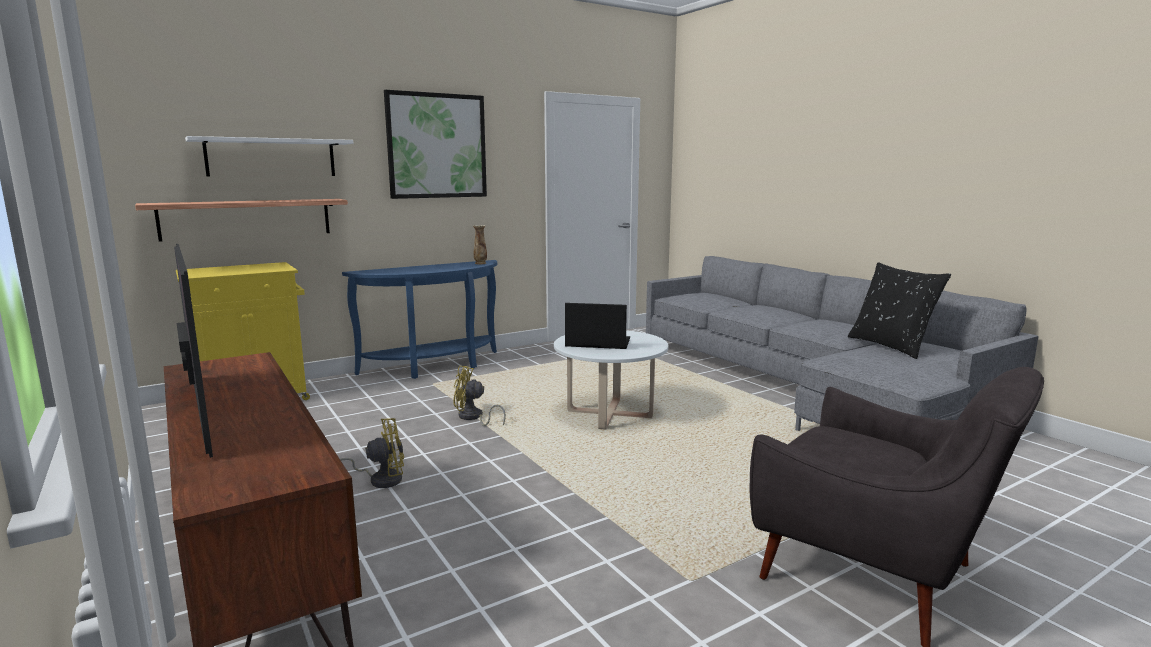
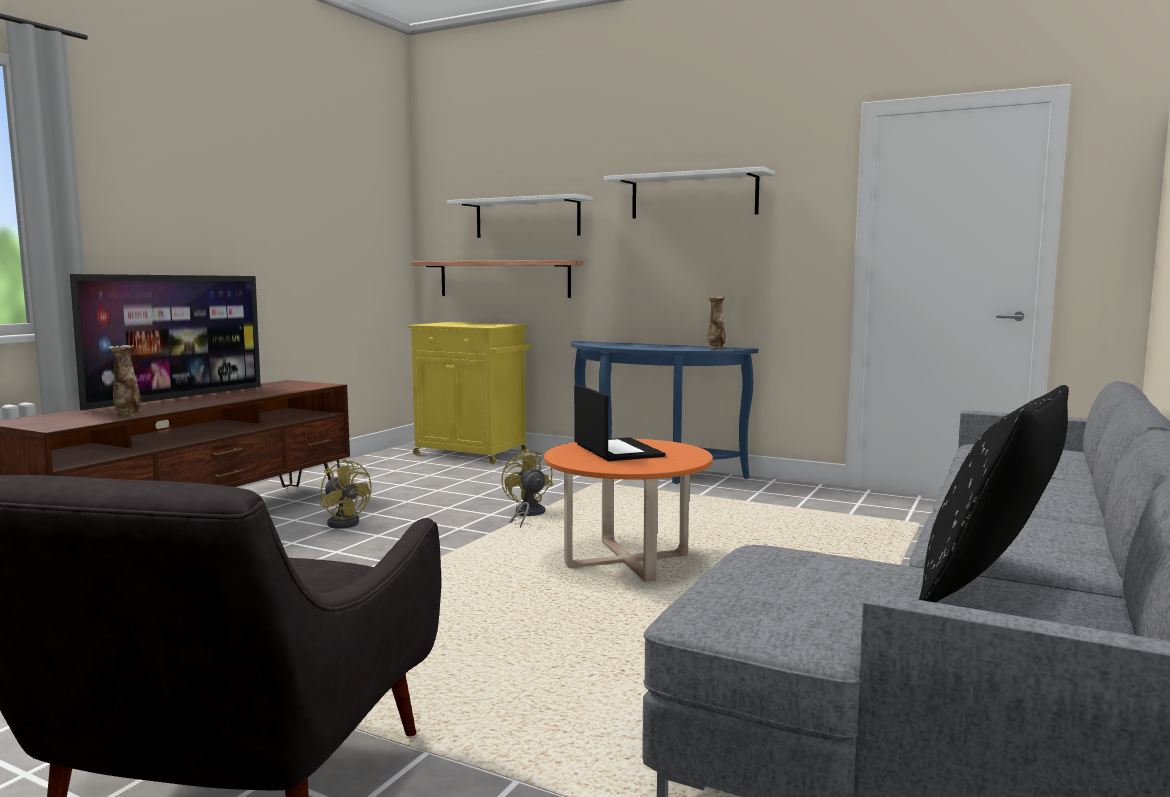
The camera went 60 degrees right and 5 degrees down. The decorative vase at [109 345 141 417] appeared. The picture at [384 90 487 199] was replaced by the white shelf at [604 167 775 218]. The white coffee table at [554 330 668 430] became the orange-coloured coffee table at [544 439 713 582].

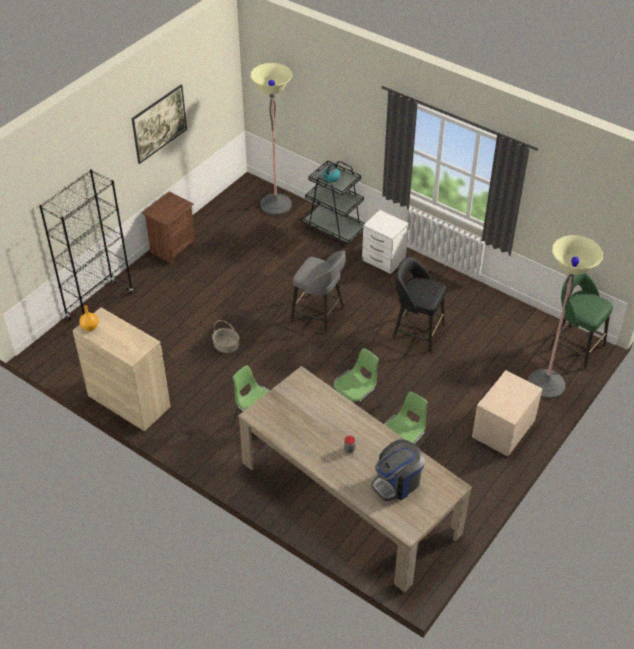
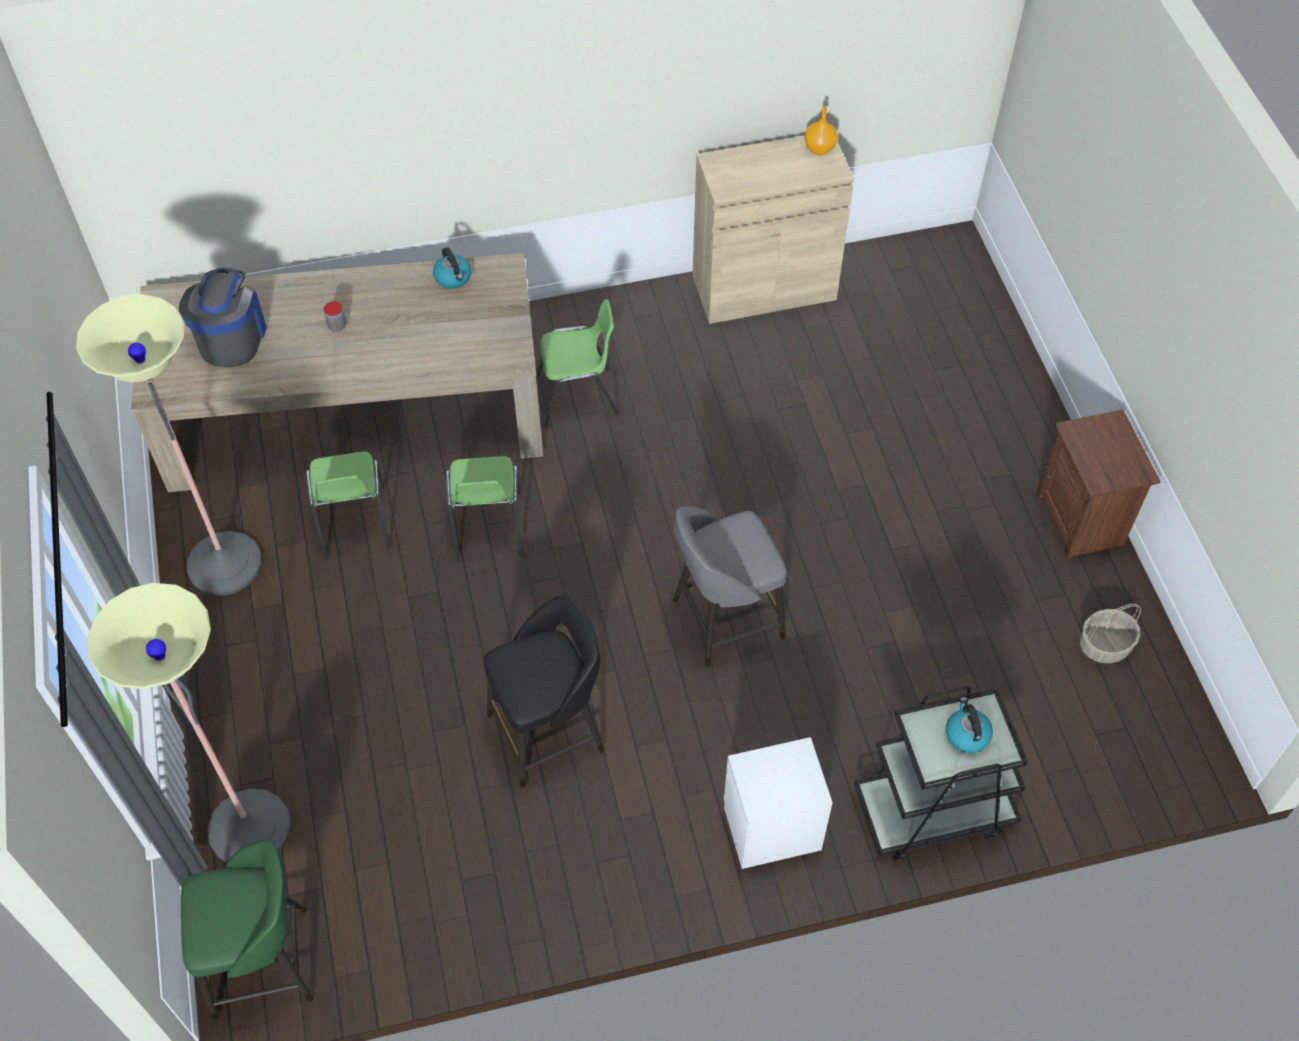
The camera went 130 degrees right and 10 degrees up. The black bookcase at [39 169 133 320] disappeared. The picture at [132 85 187 164] disappeared. The beige bedside table at [472 370 542 457] disappeared. The water kettle at [433 247 471 289] appeared. The household basket moved from [212 320 239 353] to [1080 603 1141 663]. The floor lamp moved from [250 63 292 215] to [76 294 262 596].

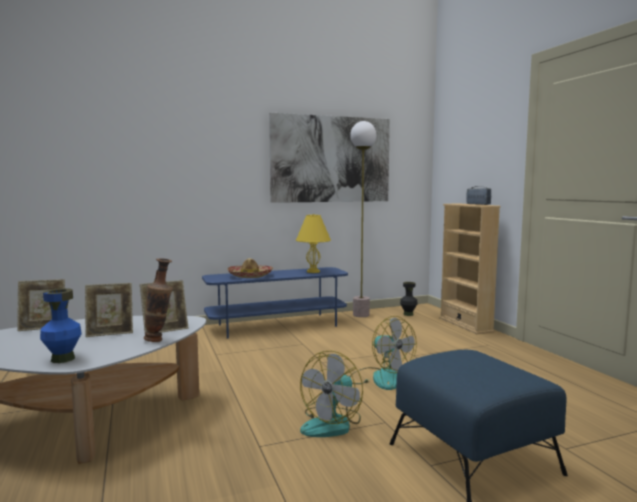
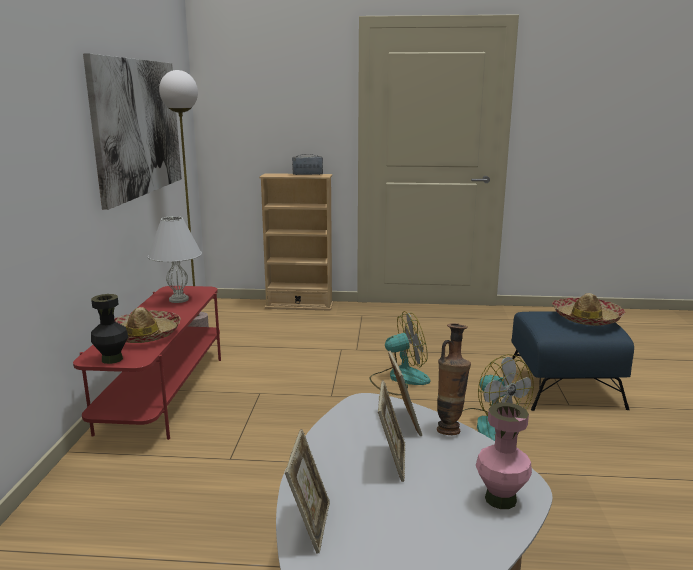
The camera went 65 degrees left and 10 degrees up. The hat at [552 293 625 326] appeared. The black decorative vase moved from [400 282 417 316] to [91 294 128 364]. The blue-coloured decorative vase at [40 288 81 363] became the pinkish decorative vase at [476 403 532 509]. The blue-coloured tv unit at [202 267 348 339] became the reddish tv unit at [73 286 221 440]. The yellow-coloured lamp for a table at [296 214 331 273] became the white lamp for a table at [148 216 202 303].

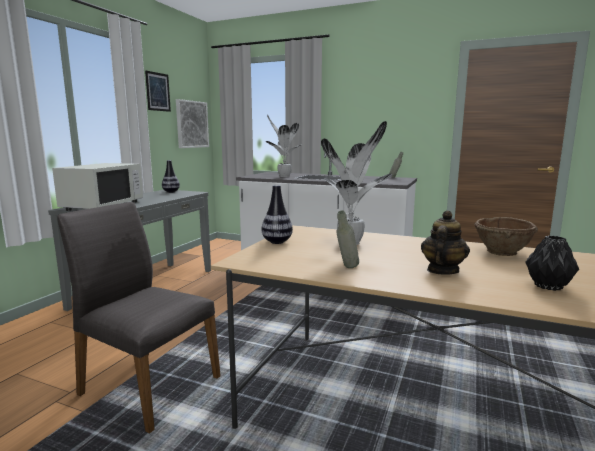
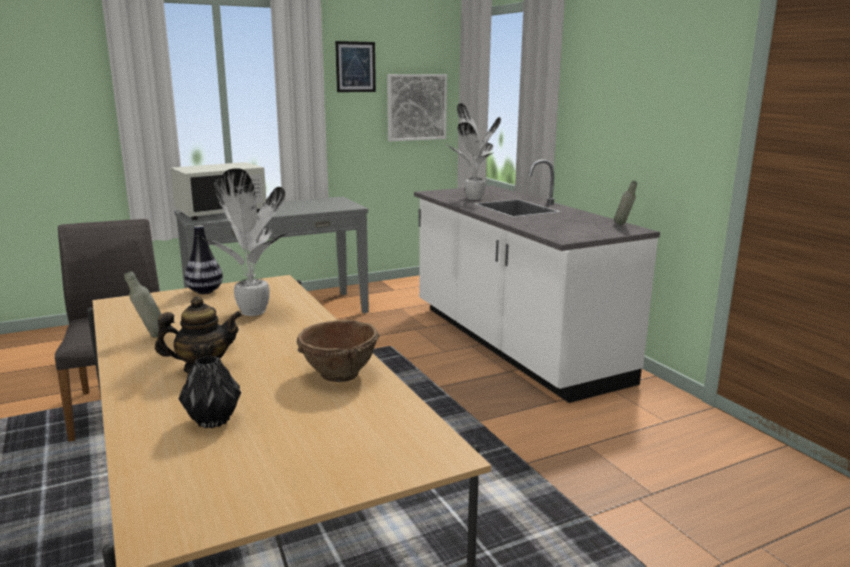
The camera went 40 degrees right and 5 degrees up. The decorative vase at [162 160 180 193] disappeared.

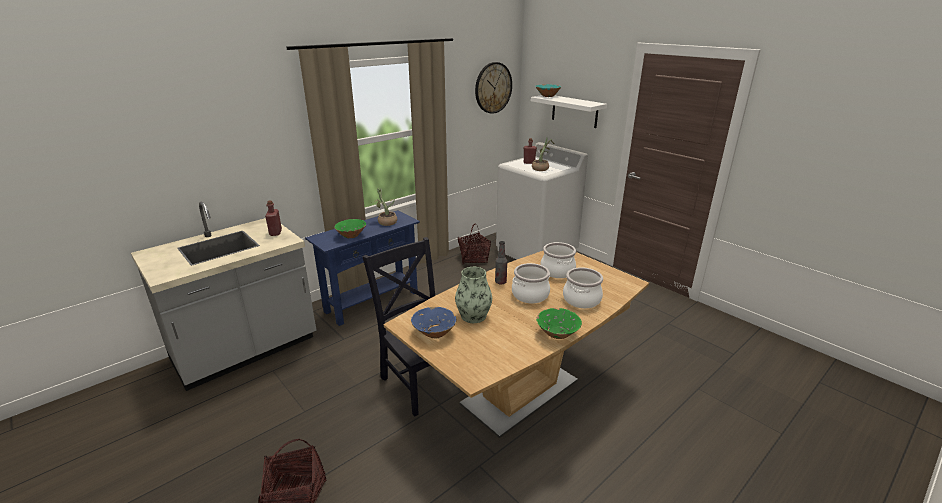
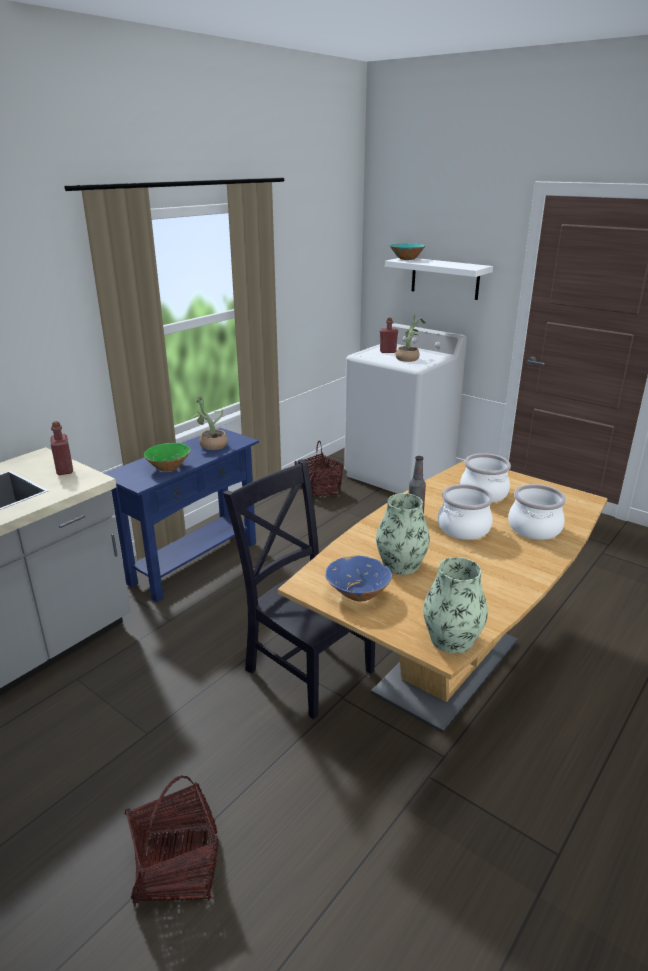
The camera went 10 degrees left and 0 degrees up. The clock on the wall at [475 62 512 114] disappeared. The green-coloured bowl at [536 308 582 339] disappeared. The decorative vase at [423 557 488 654] appeared.

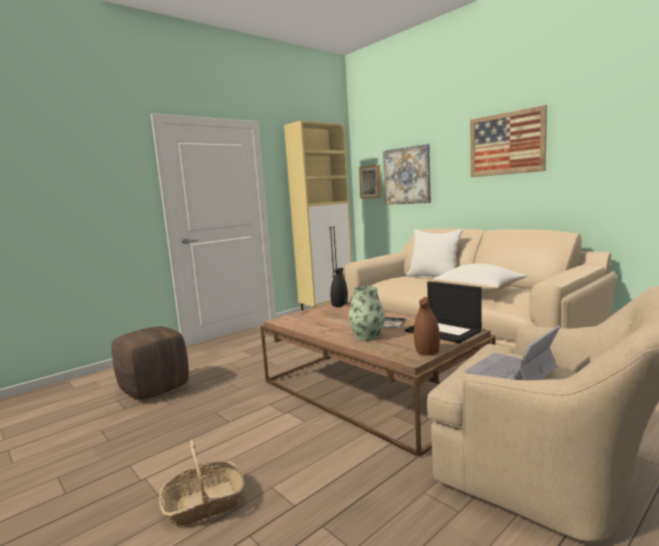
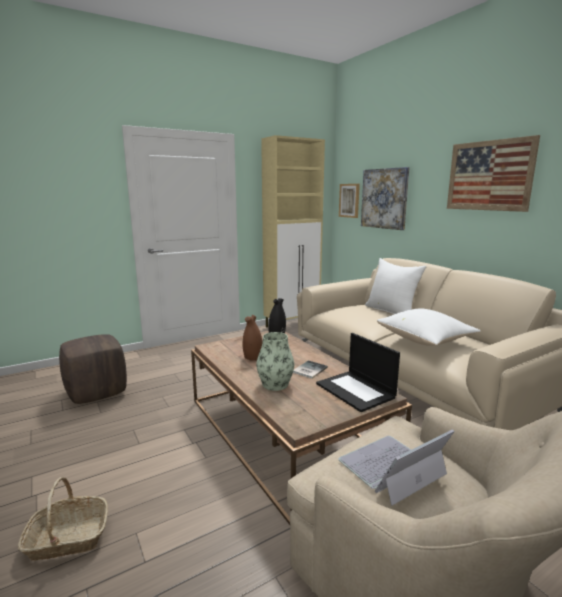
The camera went 10 degrees right and 5 degrees up. The brown-coloured decorative vase moved from [414 297 440 355] to [243 315 263 361].

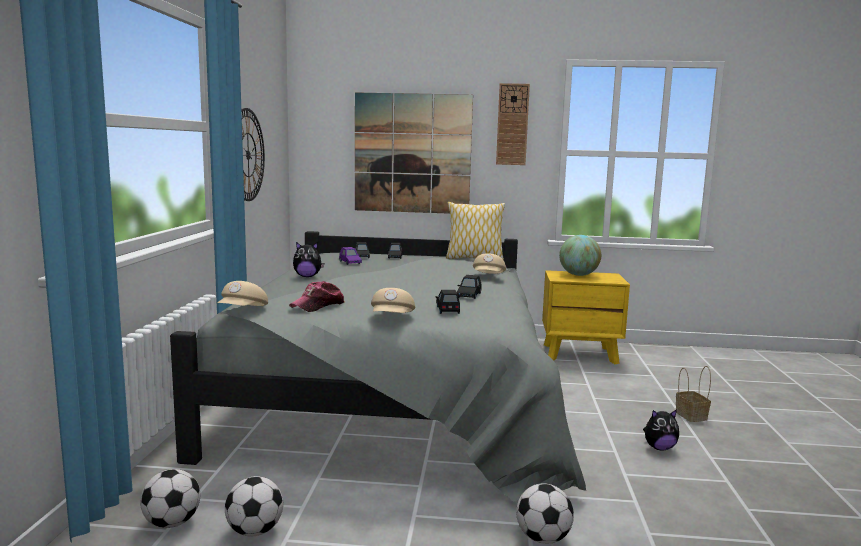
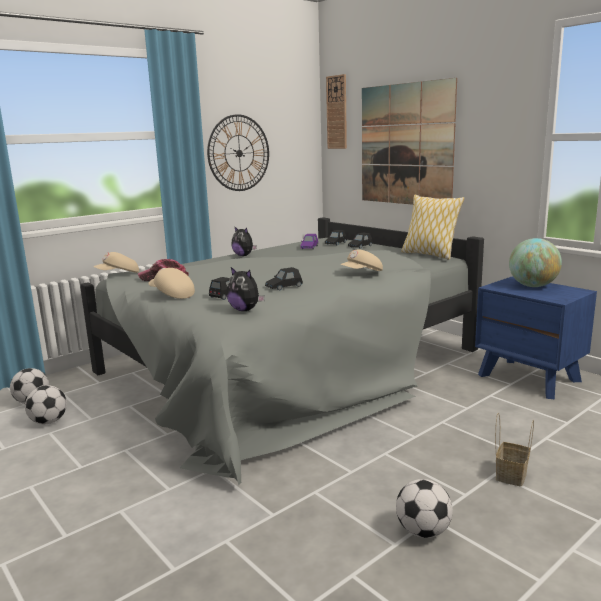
The camera went 45 degrees right and 5 degrees up. The clock on the wall moved from [496 83 530 165] to [326 74 347 149]. The football moved from [516 483 574 544] to [396 479 453 538]. The soft toy moved from [643 409 679 451] to [227 267 265 311]. The yellow-coloured bedside table at [542 270 630 364] became the blue-coloured bedside table at [475 276 597 399]. The beige baseball cap at [371 288 415 313] turned 75 degrees clockwise.

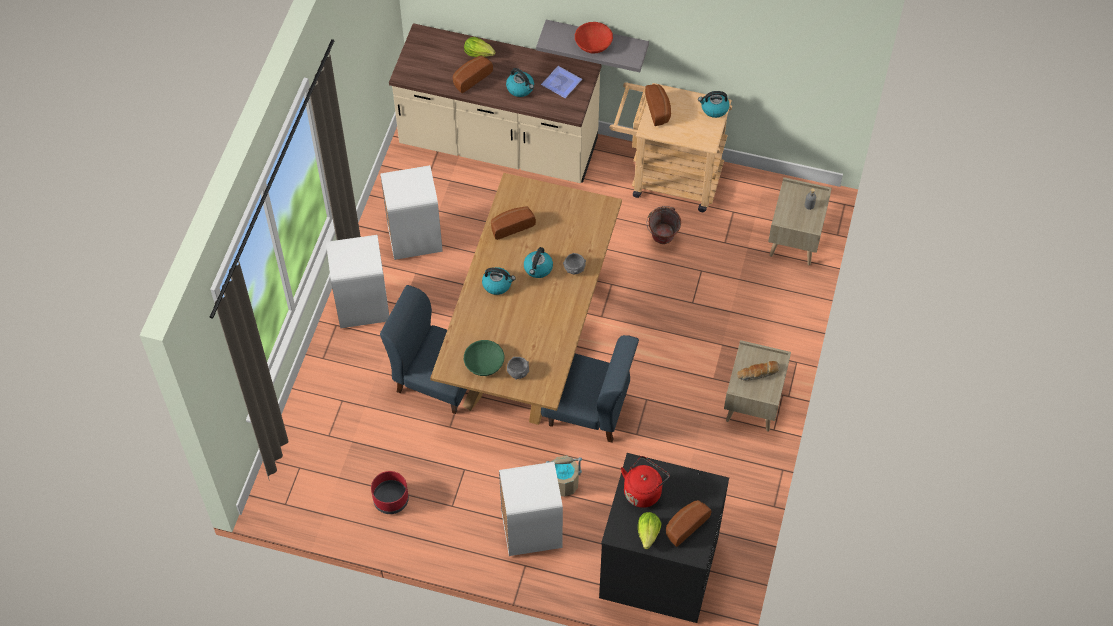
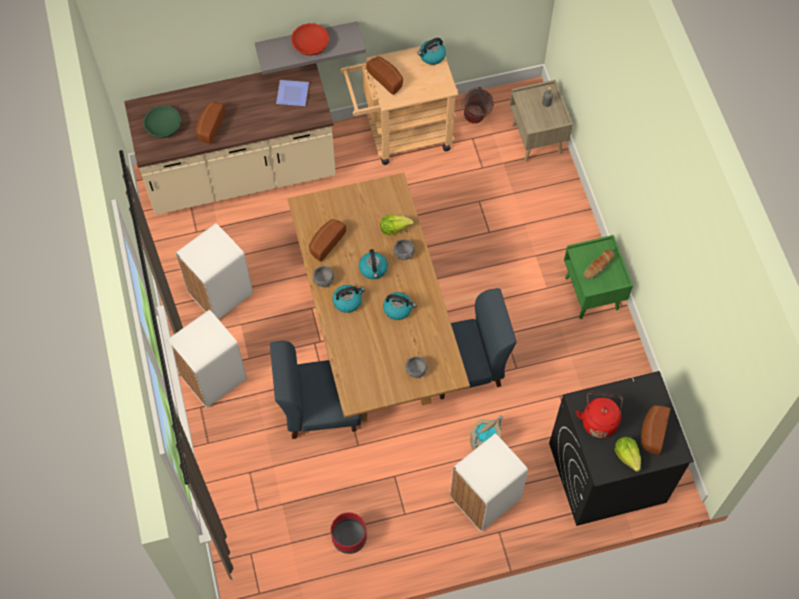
The camera went 30 degrees left and 5 degrees up. The greyish bowl at [313 266 334 288] appeared. The head of lettuce moved from [464 37 496 57] to [380 215 414 235]. The green-coloured bowl moved from [464 340 504 376] to [143 105 181 138]. The water kettle moved from [506 68 534 97] to [383 292 417 320]. The water bucket moved from [647 206 681 244] to [462 87 494 124]. The beige bedside table at [724 340 791 432] became the green-coloured bedside table at [564 235 633 319].

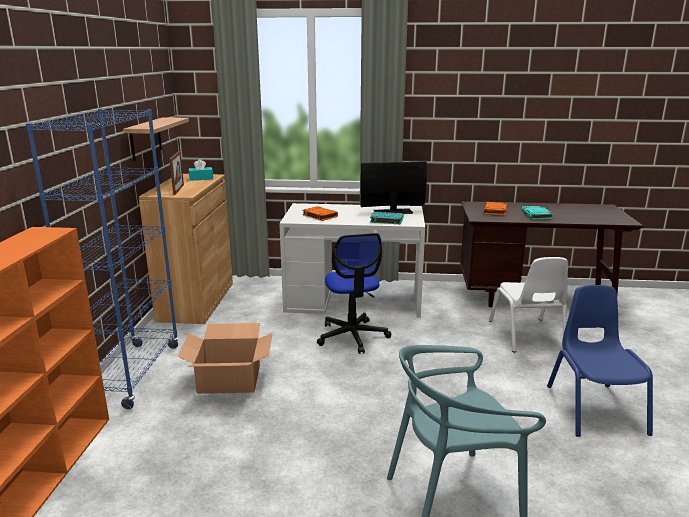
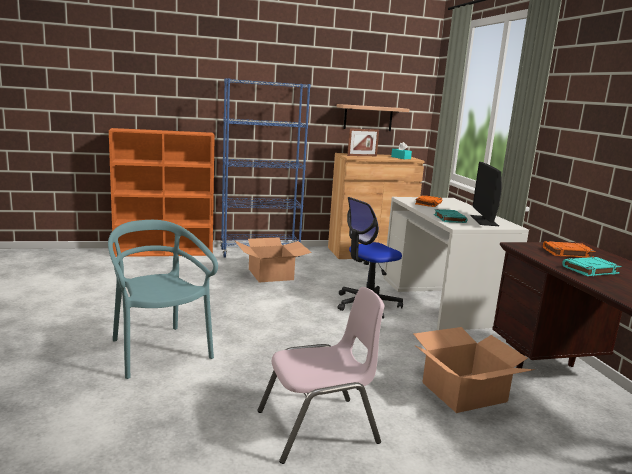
The camera went 70 degrees right and 5 degrees down. The white chair at [489 257 568 352] was replaced by the carton at [414 327 535 413]. The blue-coloured chair at [547 285 653 437] became the pinkish chair at [257 287 384 464]. The computer display at [361 161 427 214] turned 150 degrees counterclockwise.

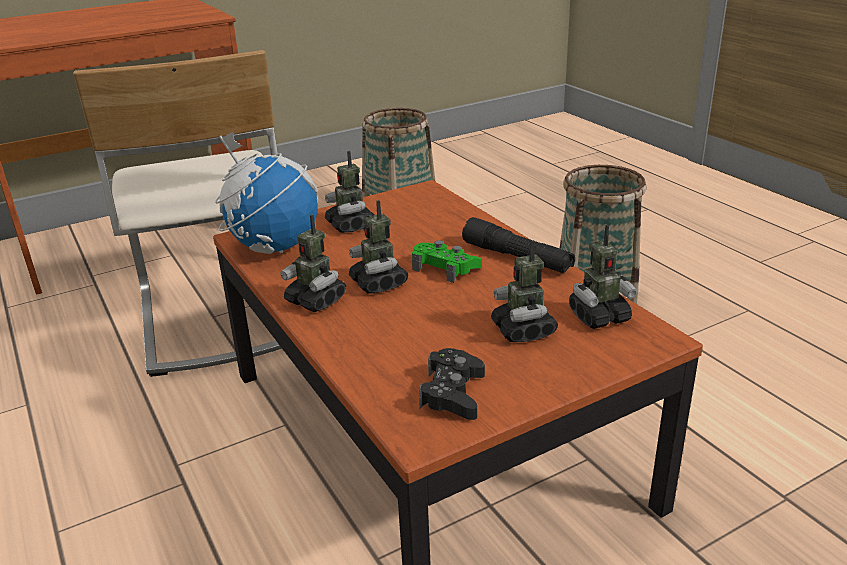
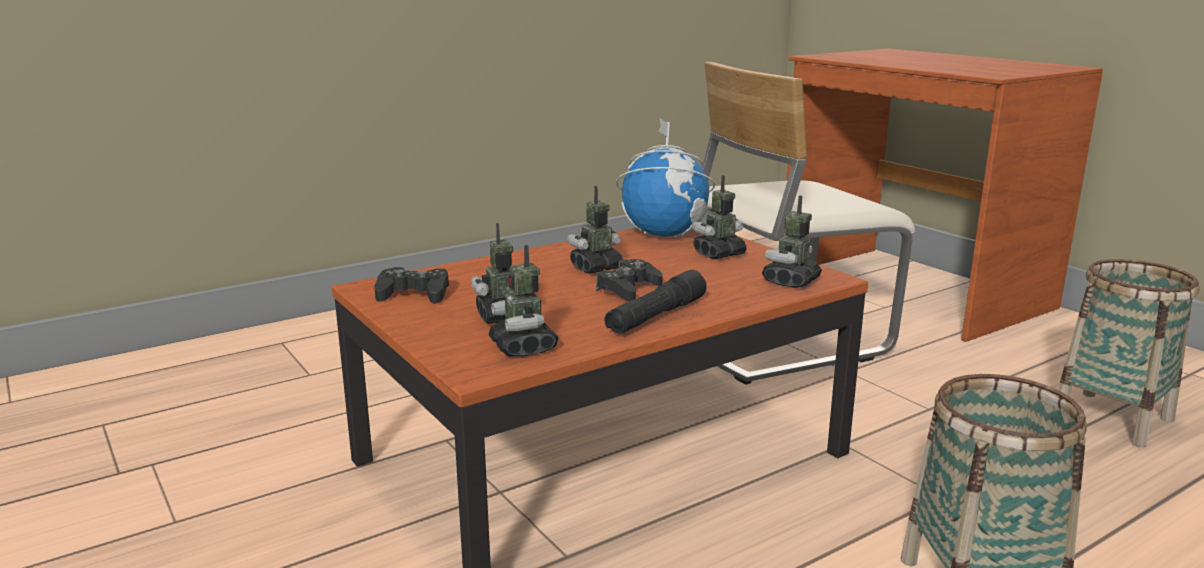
The camera went 85 degrees right and 10 degrees down. The robot figure moved from [280 214 346 312] to [762 196 822 288]. The green-coloured joypad at [412 240 482 283] became the black joypad at [596 259 662 301].

